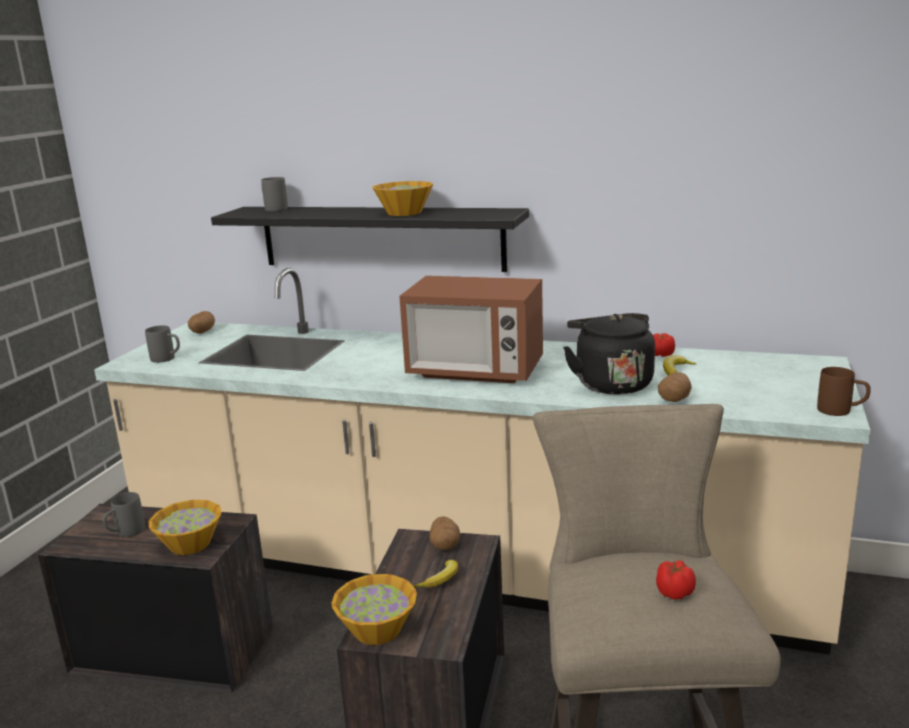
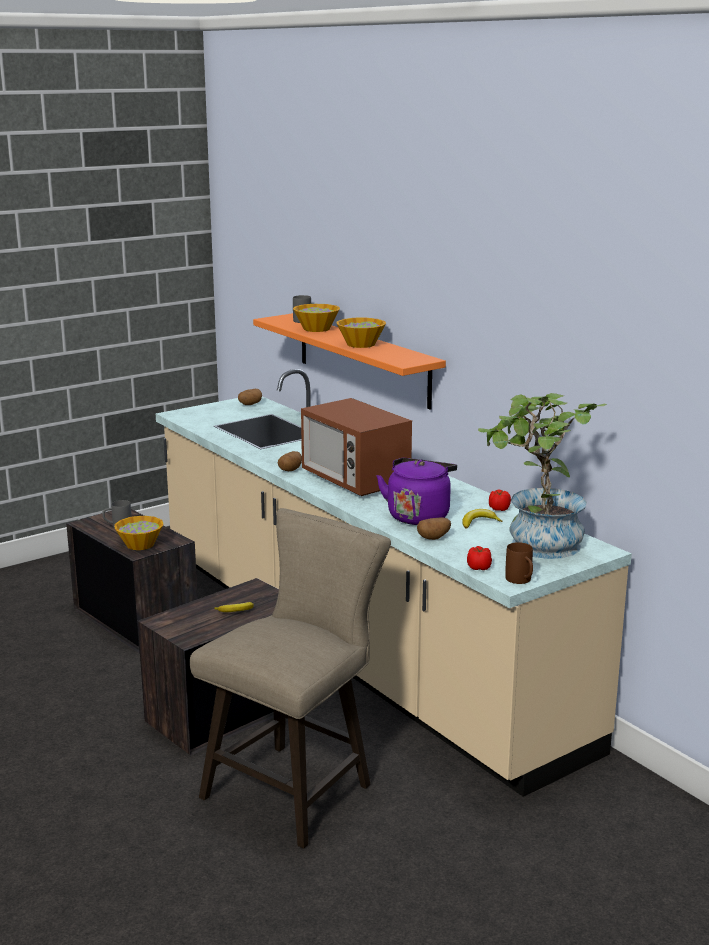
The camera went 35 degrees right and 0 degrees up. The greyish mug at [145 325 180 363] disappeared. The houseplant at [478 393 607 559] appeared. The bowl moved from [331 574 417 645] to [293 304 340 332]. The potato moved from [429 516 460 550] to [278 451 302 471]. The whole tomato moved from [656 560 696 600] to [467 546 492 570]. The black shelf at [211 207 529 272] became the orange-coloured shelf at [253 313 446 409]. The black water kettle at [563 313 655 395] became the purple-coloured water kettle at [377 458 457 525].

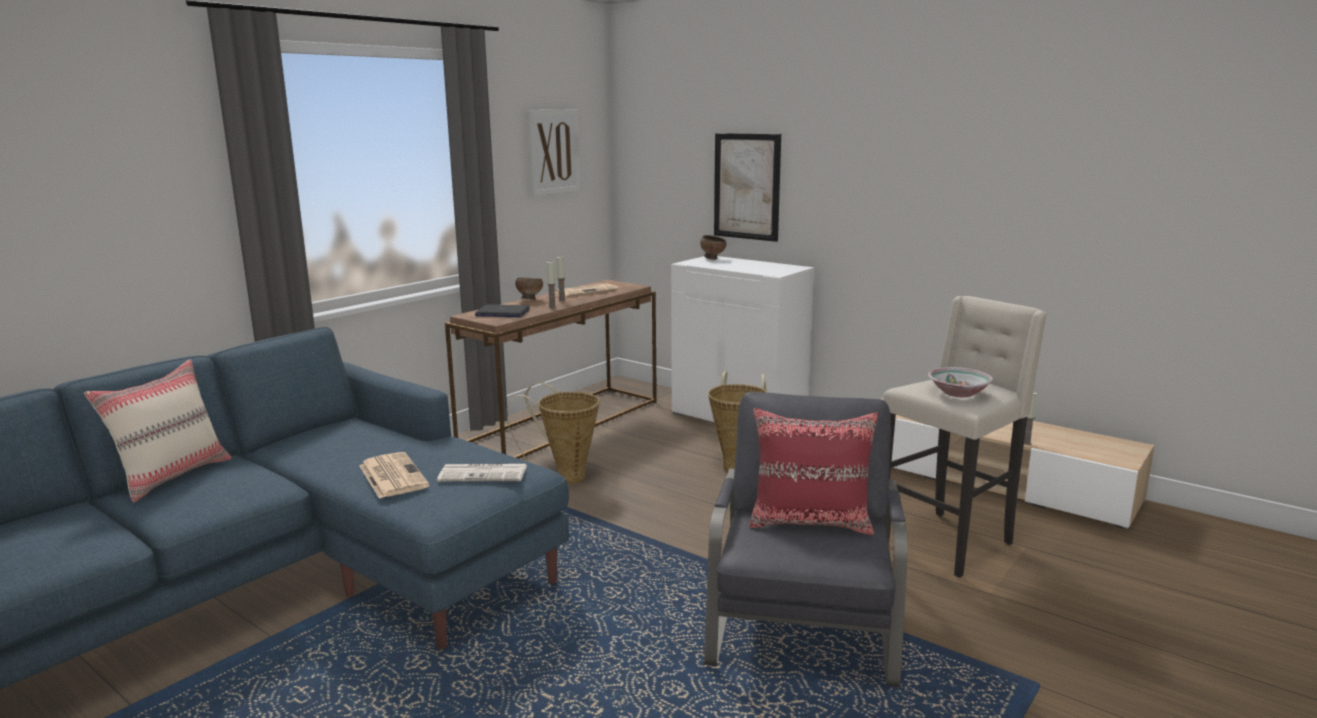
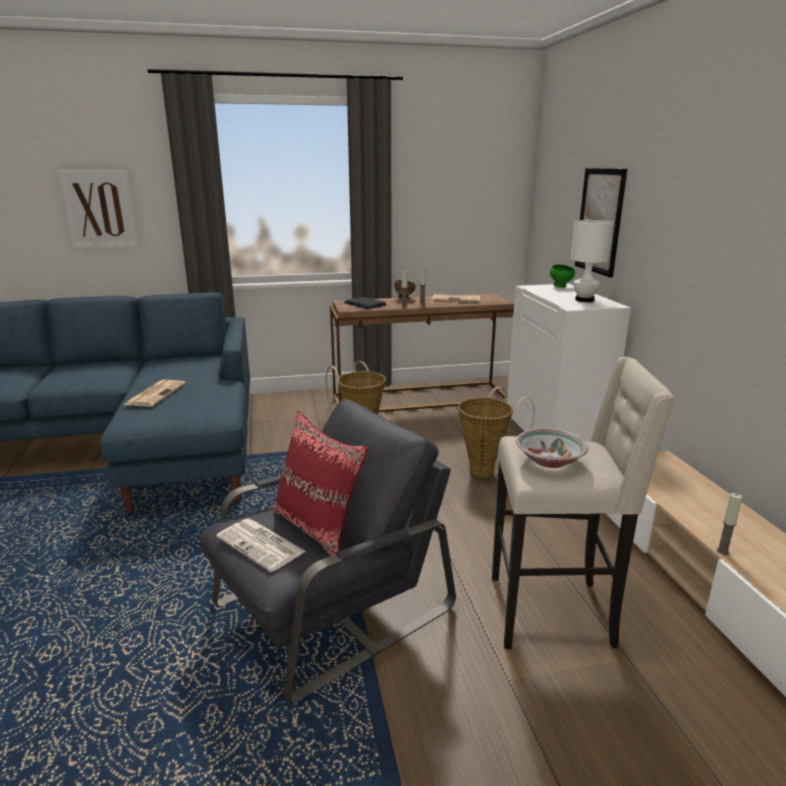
The camera went 40 degrees right and 5 degrees up. The beige cushion at [84 360 232 502] disappeared. The white lamp for a table at [571 220 614 302] appeared. The newspaper moved from [437 464 527 482] to [216 519 307 572]. The picture moved from [527 110 581 196] to [59 170 138 249]. The brown-coloured bowl at [700 235 726 260] became the green-coloured bowl at [550 264 575 288].

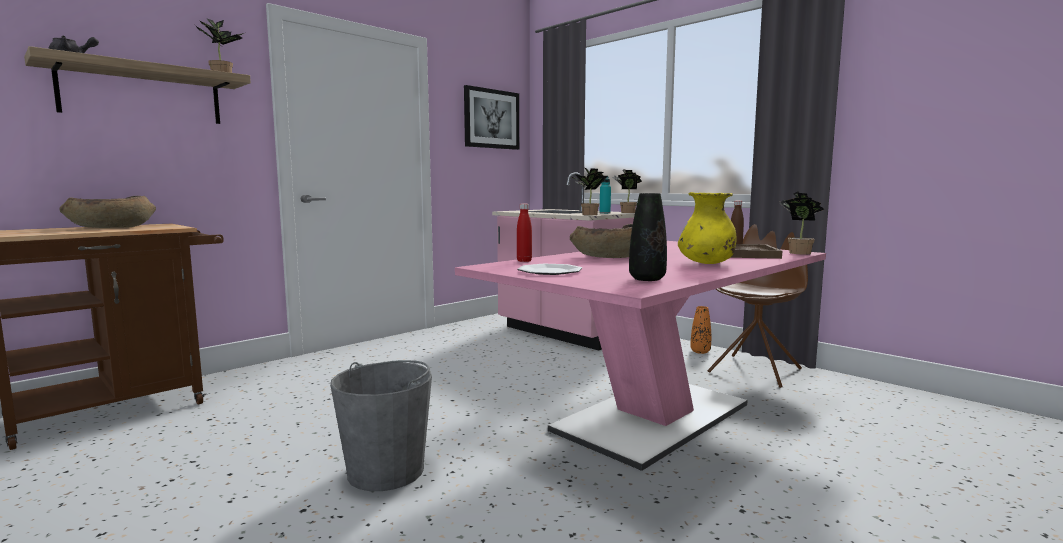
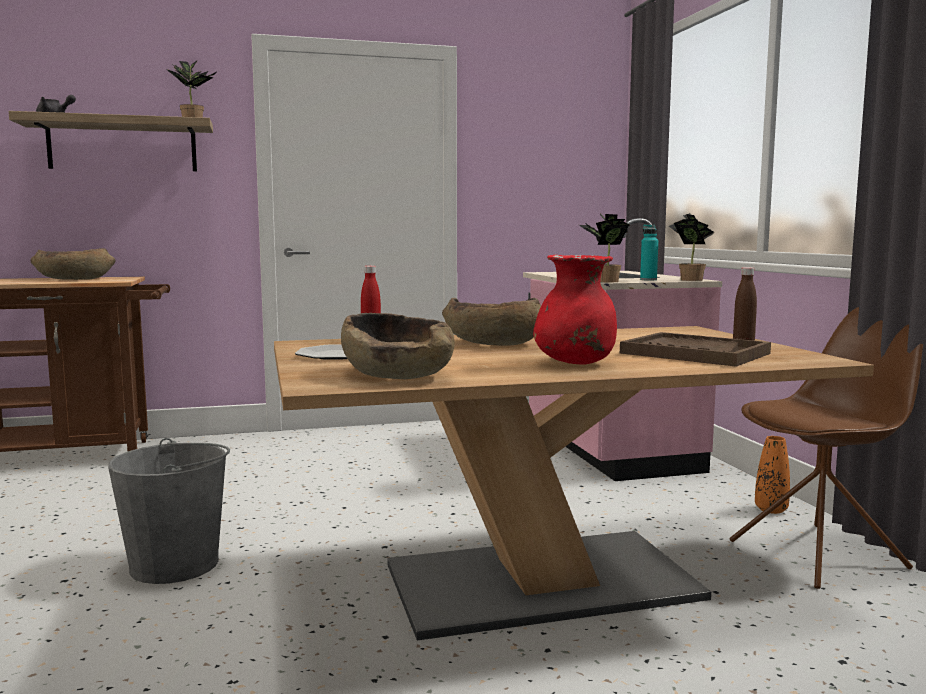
The camera went 30 degrees right and 0 degrees up. The picture at [464 85 519 150] disappeared. The houseplant at [779 192 824 254] disappeared. The black decorative vase at [629 193 667 281] was replaced by the brown-coloured bowl at [341 313 455 379]. The pinkish kitchen table at [455 241 826 471] became the brown-coloured kitchen table at [274 326 874 641]. The yellow-coloured decorative vase at [678 192 737 264] became the reddish decorative vase at [533 255 617 365].

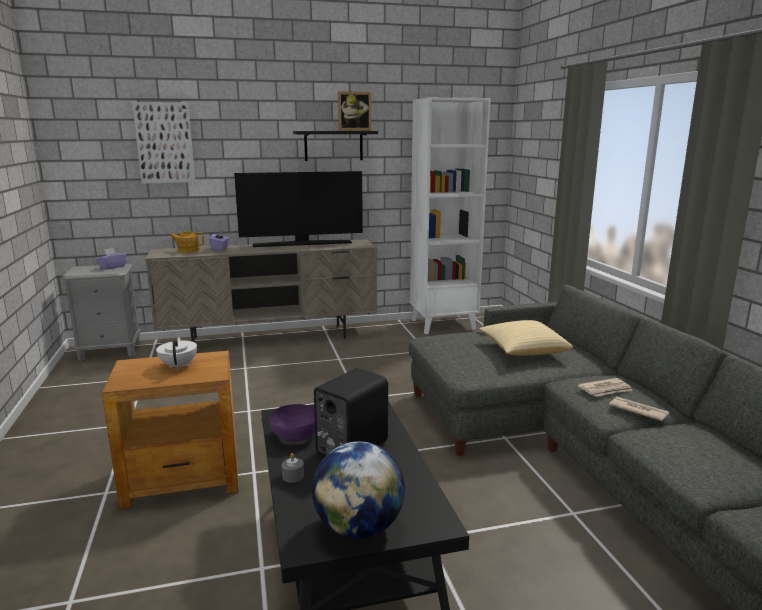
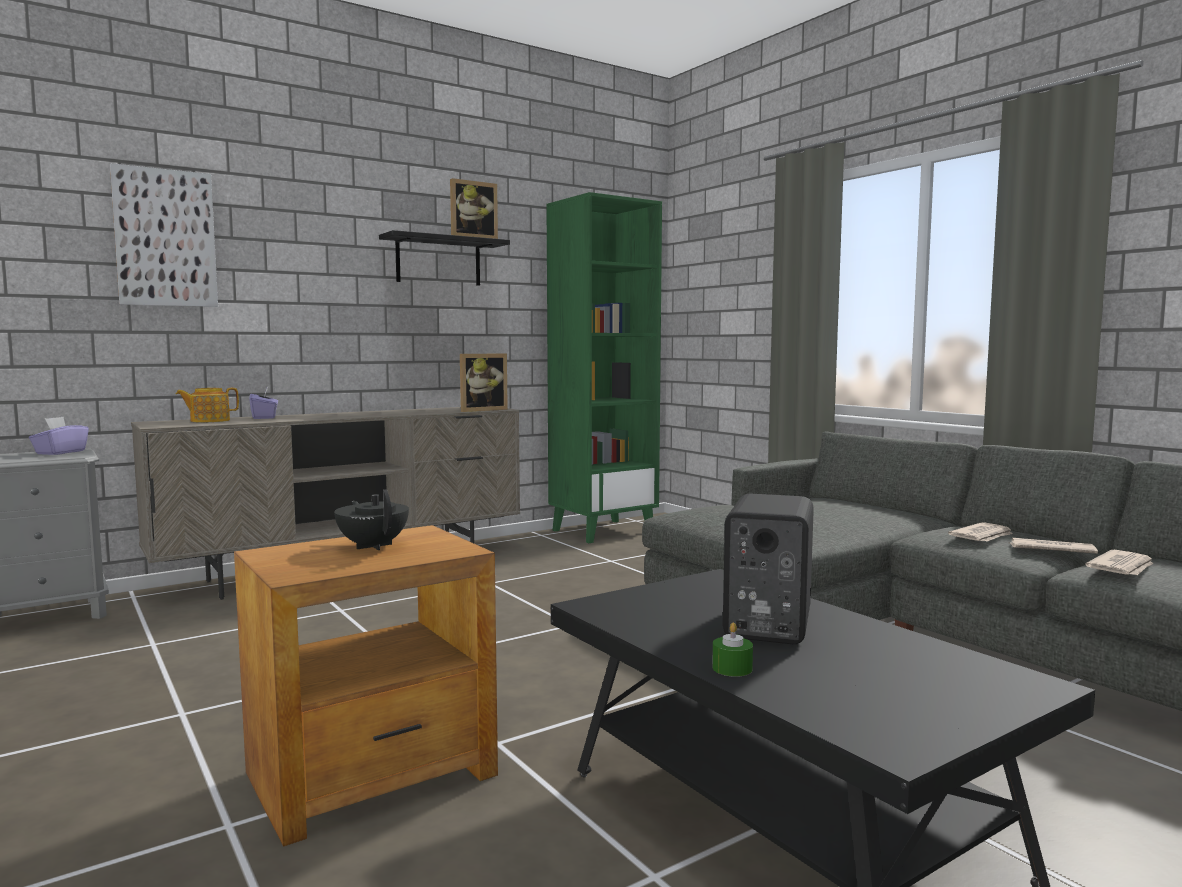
The camera went 20 degrees left and 10 degrees down. The TV at [234 171 363 247] disappeared. The purple-coloured bowl at [269 404 315 442] disappeared. The world globe at [312 441 405 539] disappeared. The cushion at [479 320 573 356] disappeared. The picture frame at [460 354 508 412] appeared. The newspaper at [1085 550 1154 575] appeared. The white tea pot at [156 337 197 370] became the black tea pot at [334 489 409 550]. The greyish wax candle at [282 453 304 483] became the green-coloured wax candle at [712 623 753 677]. The white bookcase at [410 97 491 334] became the green-coloured bookcase at [546 192 662 543].

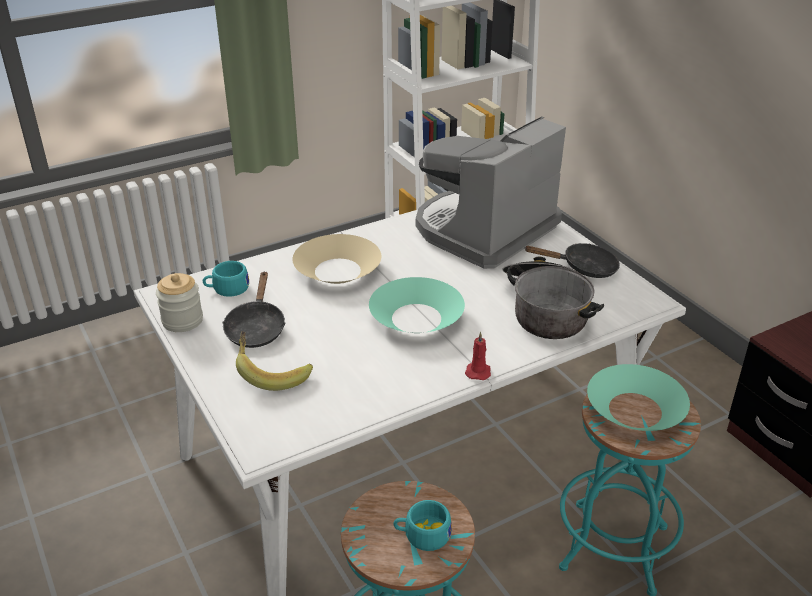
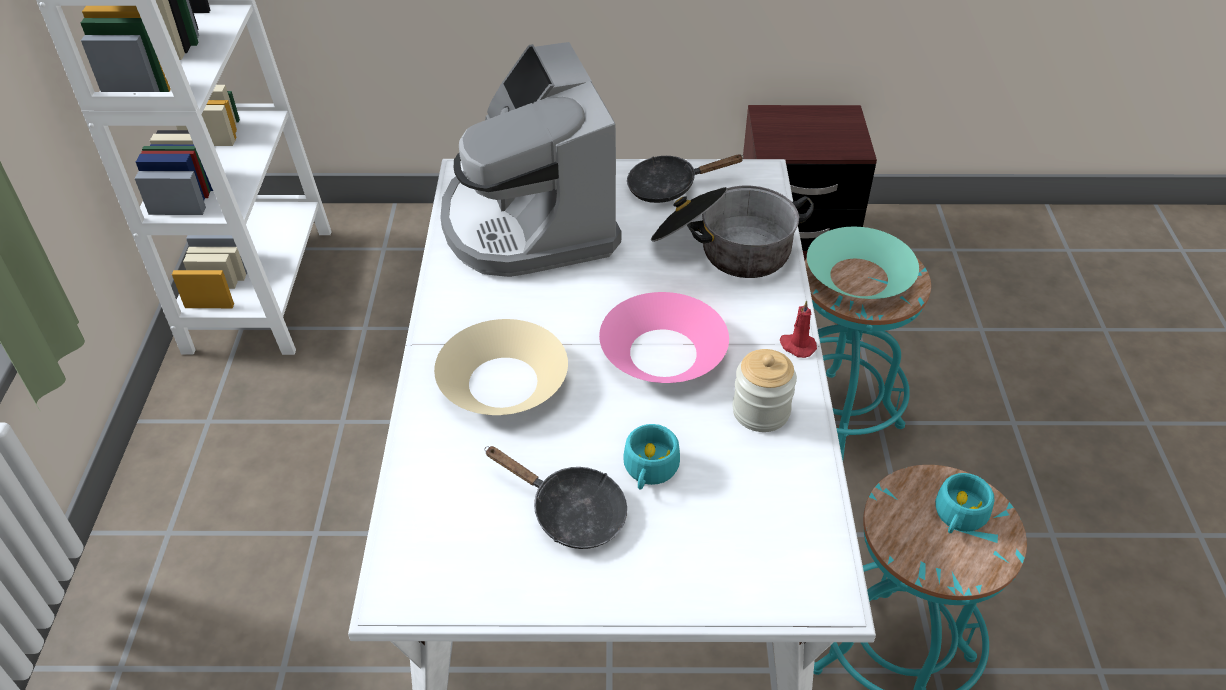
The camera went 60 degrees left and 10 degrees up. The whole banana at [236 331 313 391] disappeared. The storage jar moved from [156 273 203 332] to [732 349 797 432]. The turquoise-coloured small cup moved from [203 261 249 297] to [623 424 680 489]. The turquoise-coloured bowl at [369 277 465 333] became the pinkish bowl at [599 292 729 383]. The black skillet at [525 243 620 278] turned 135 degrees counterclockwise.

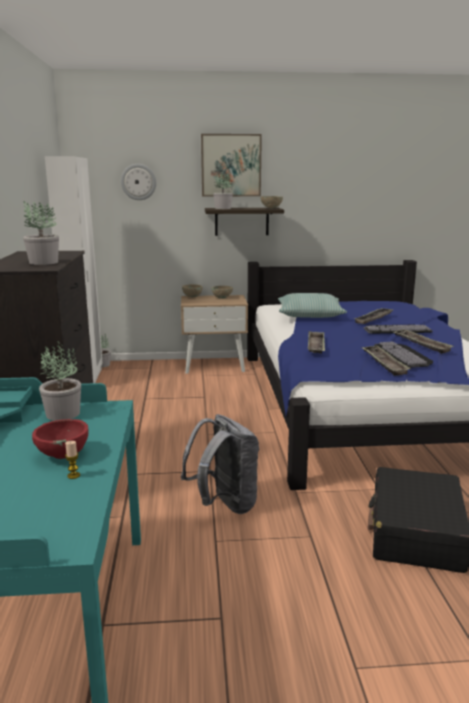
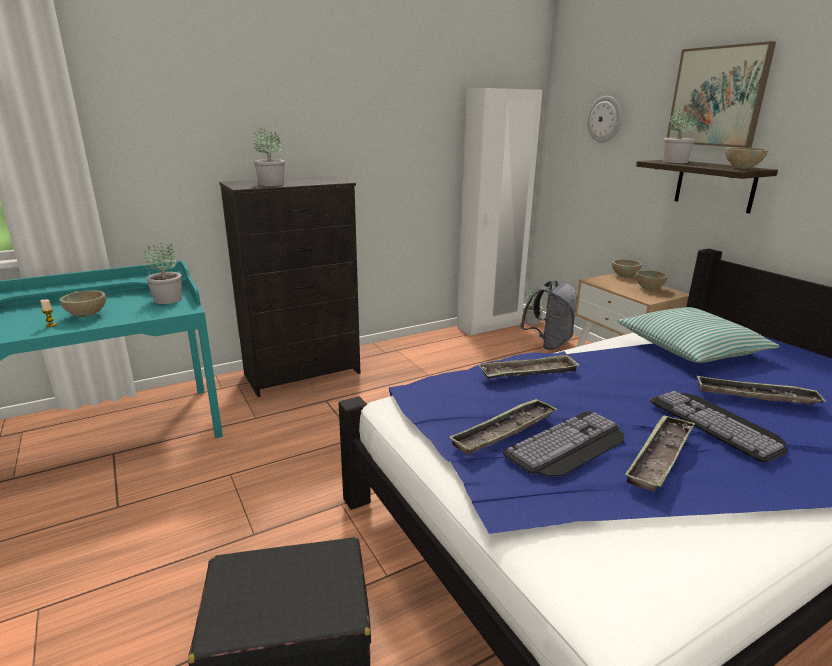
The camera went 65 degrees right and 5 degrees up. The greyish backpack moved from [181 414 259 514] to [520 281 577 350]. The reddish bowl at [32 419 89 459] became the beige bowl at [60 290 106 317].

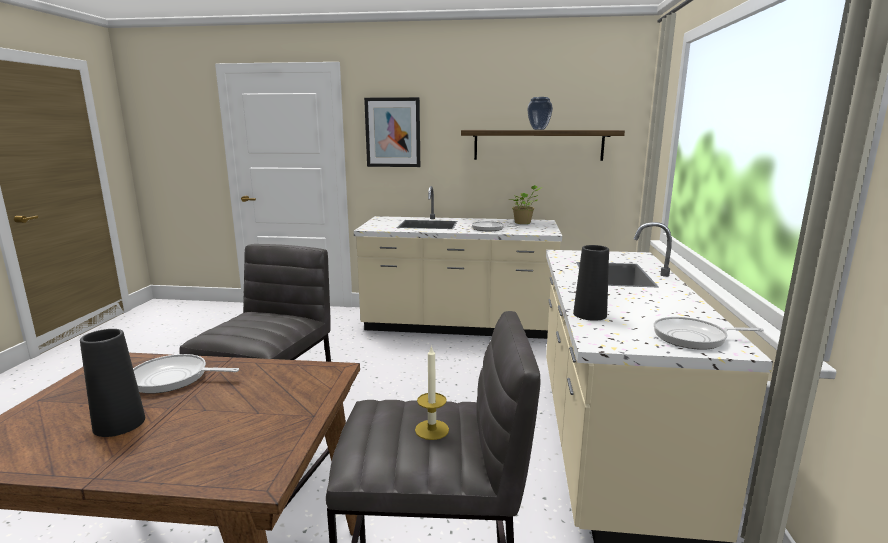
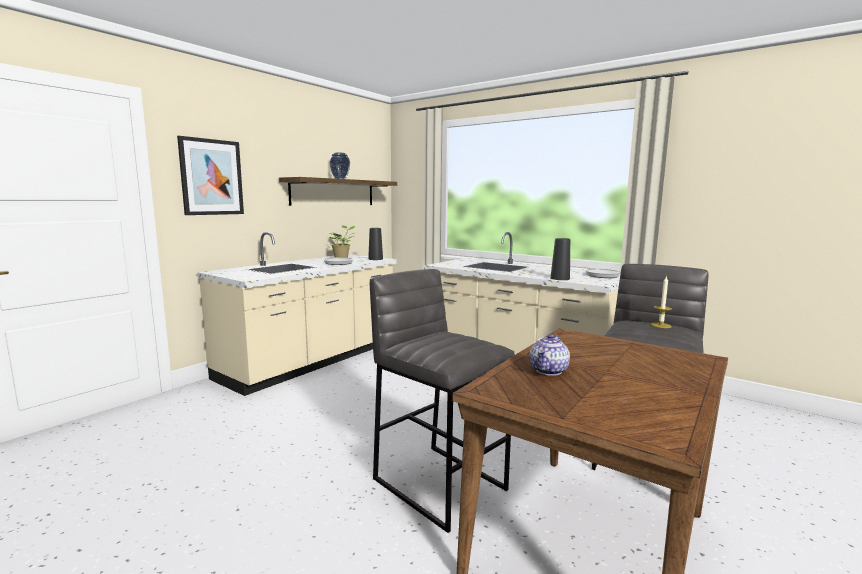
The camera went 60 degrees left and 5 degrees down. The black decorative vase moved from [80 329 145 437] to [368 228 383 260]. The skillet at [133 354 239 393] was replaced by the tea pot at [530 334 570 376].

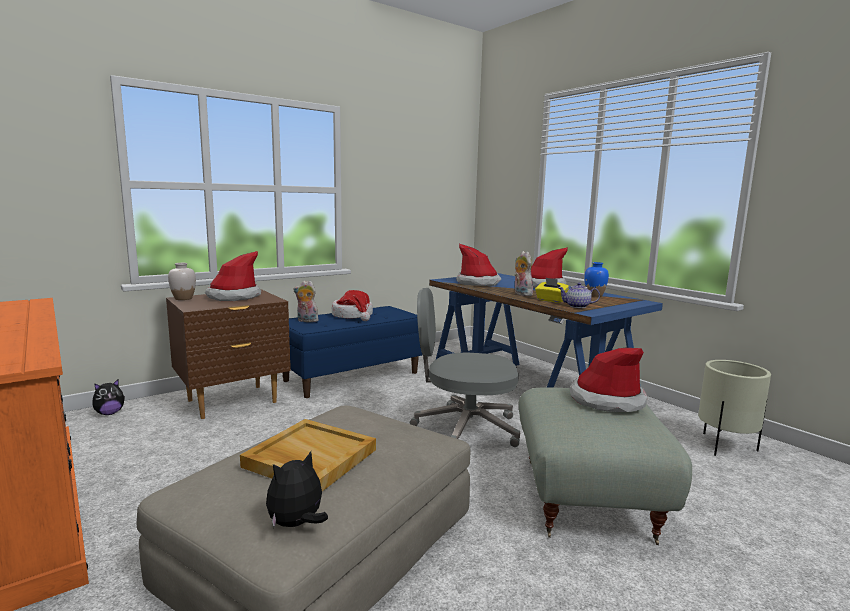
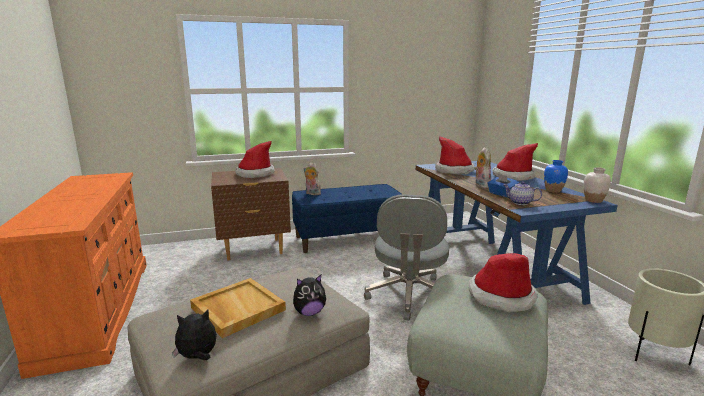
The camera went 20 degrees right and 5 degrees up. The hat at [332 290 373 321] disappeared. The soft toy moved from [92 380 125 415] to [293 275 326 316]. The white decorative vase moved from [168 263 196 300] to [584 167 611 203]. The yellow-coloured box of tissues at [535 278 569 303] became the blue-coloured box of tissues at [487 174 520 197]. The greyish office chair at [410 288 520 447] turned 105 degrees counterclockwise.

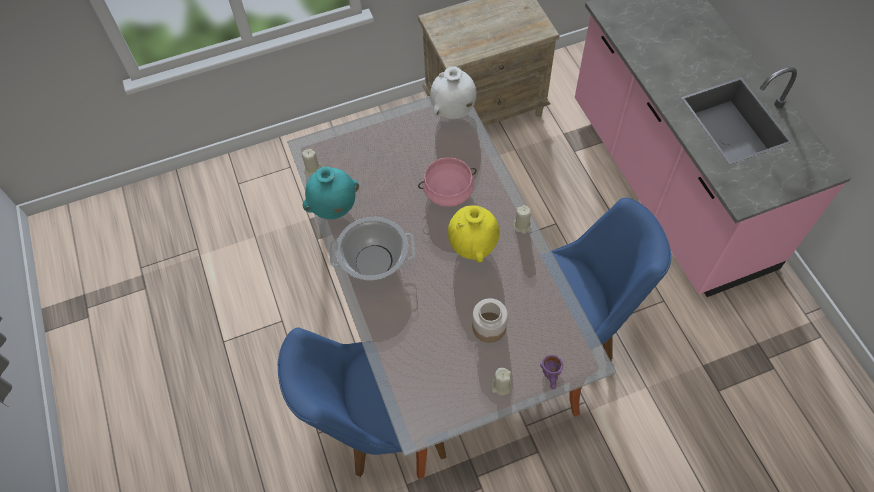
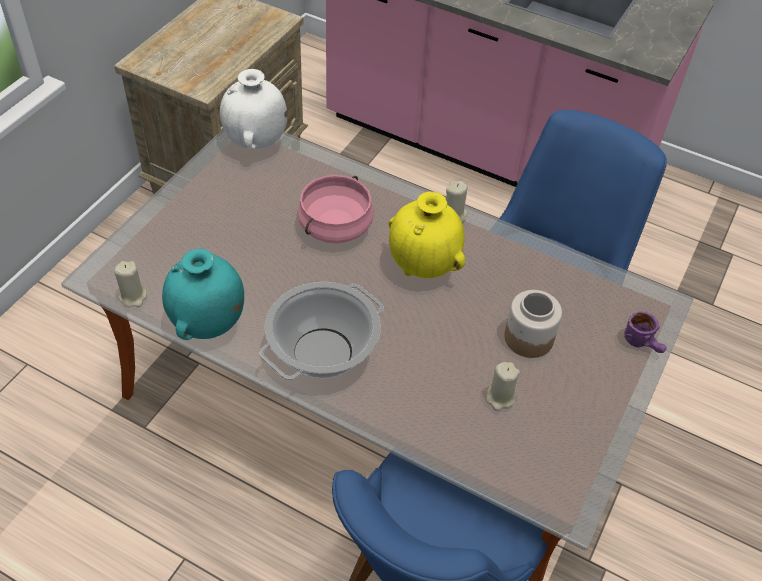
The camera went 45 degrees left and 10 degrees down. The beige wax candle moved from [491 368 511 395] to [486 362 520 411].

